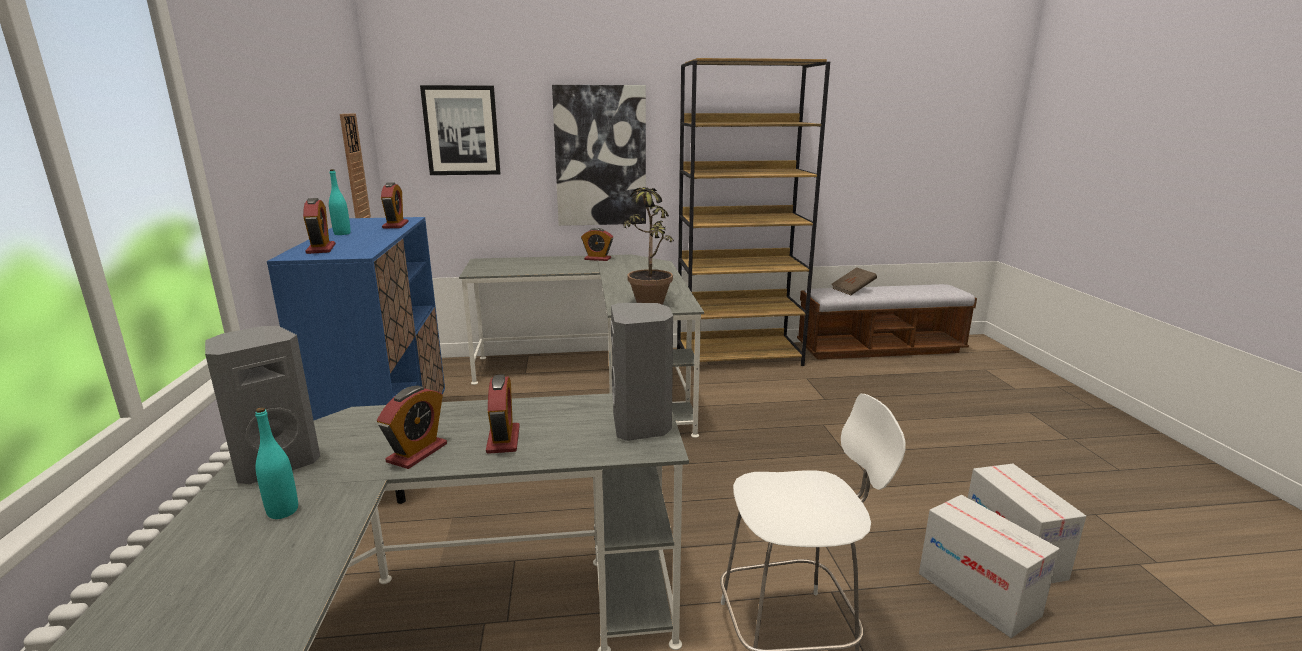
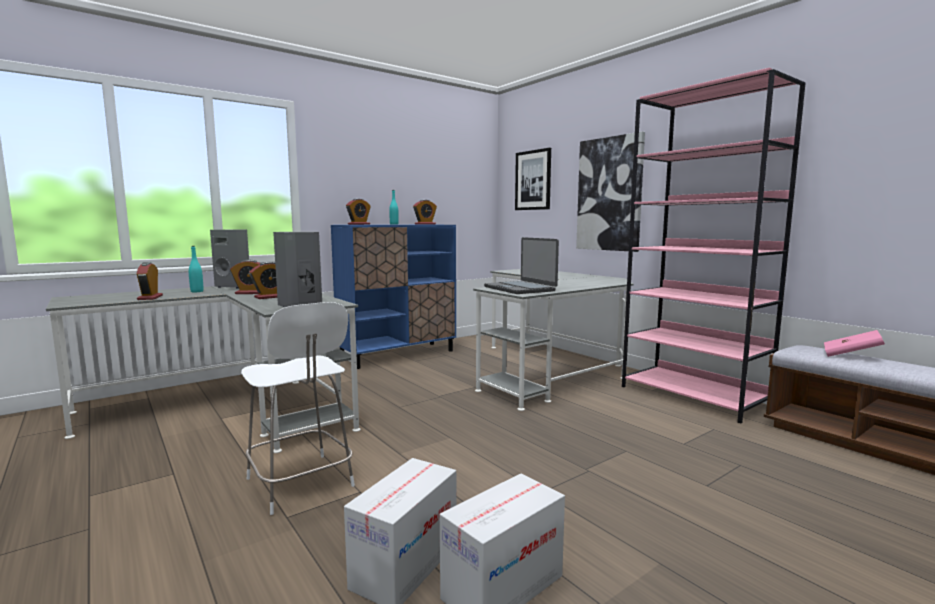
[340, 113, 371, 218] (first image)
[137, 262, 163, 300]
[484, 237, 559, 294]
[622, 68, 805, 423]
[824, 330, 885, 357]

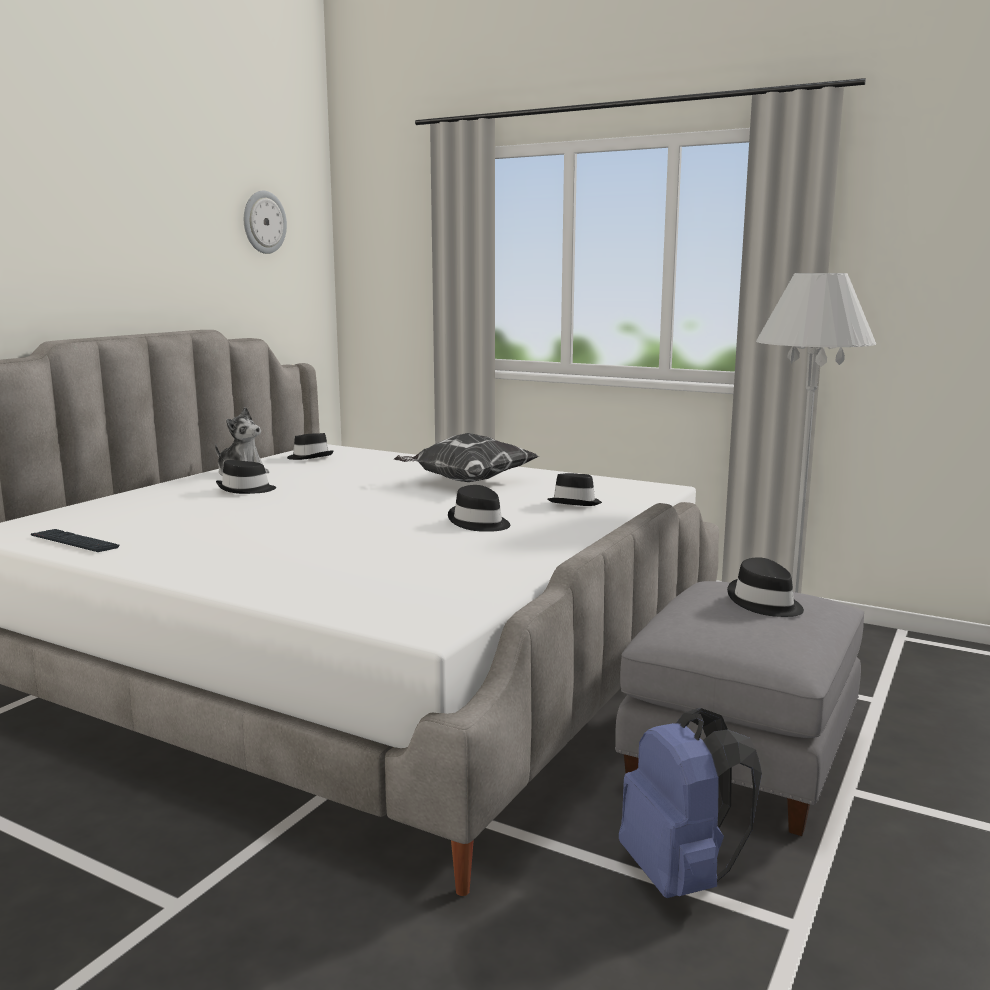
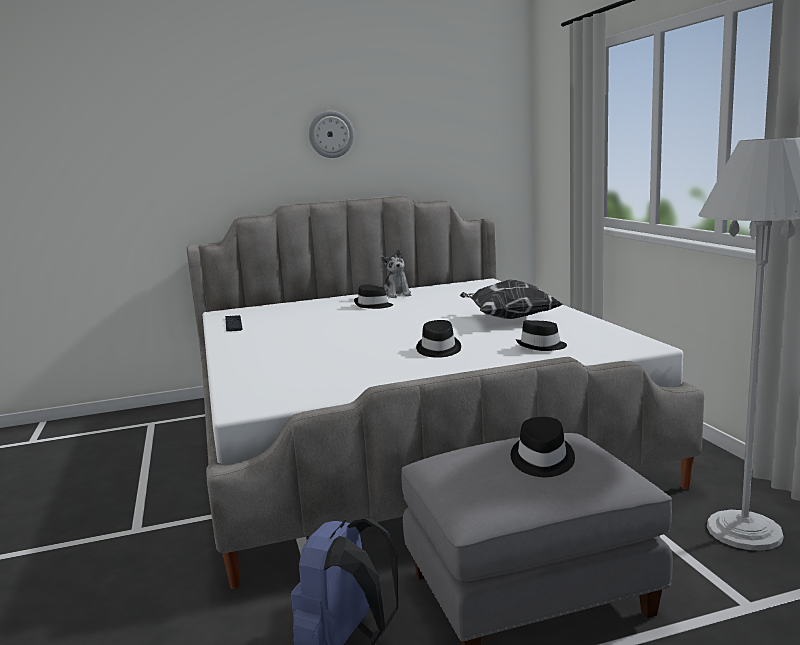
[309, 111, 354, 158]
[287, 433, 333, 460] (first image)

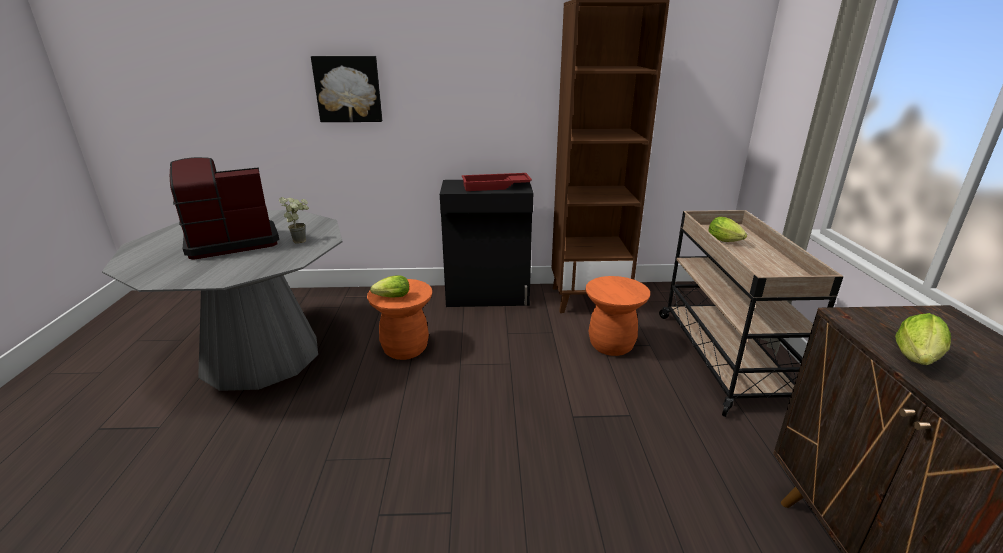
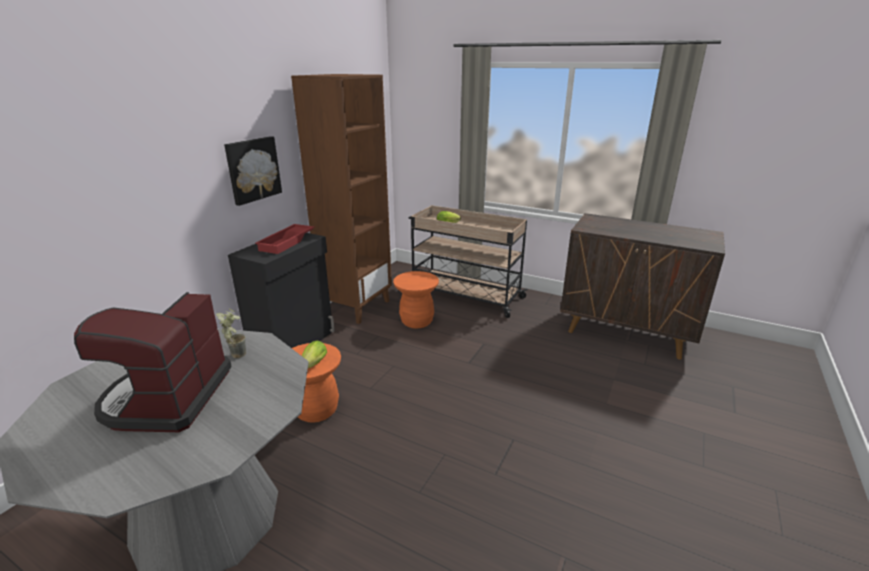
[224, 136, 282, 206]
[895, 313, 951, 365] (first image)

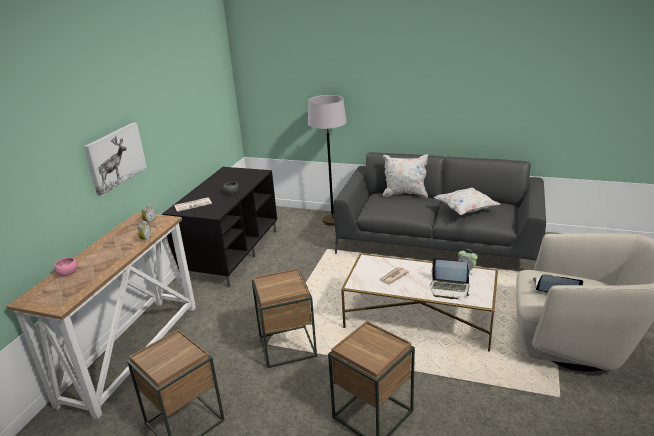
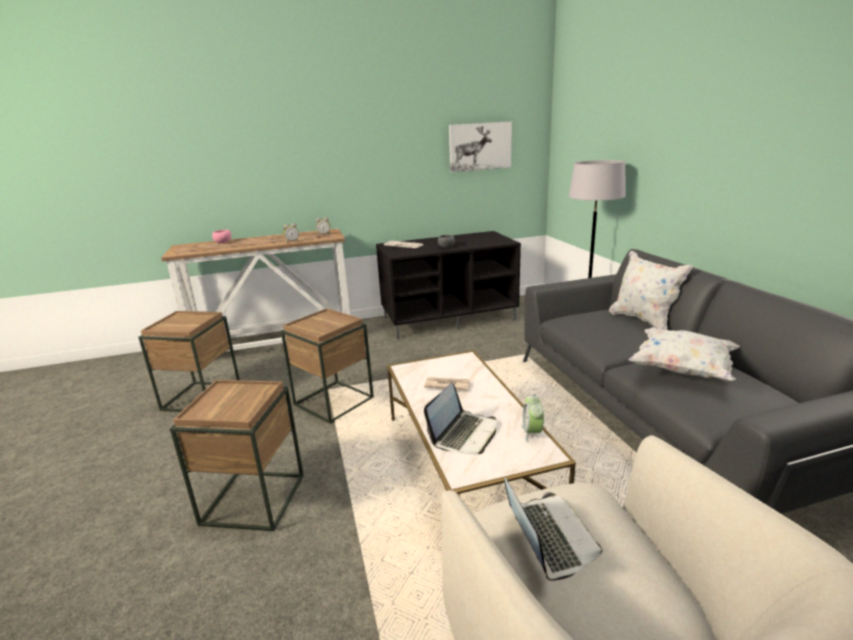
[449, 122, 512, 172]
[424, 383, 496, 454]

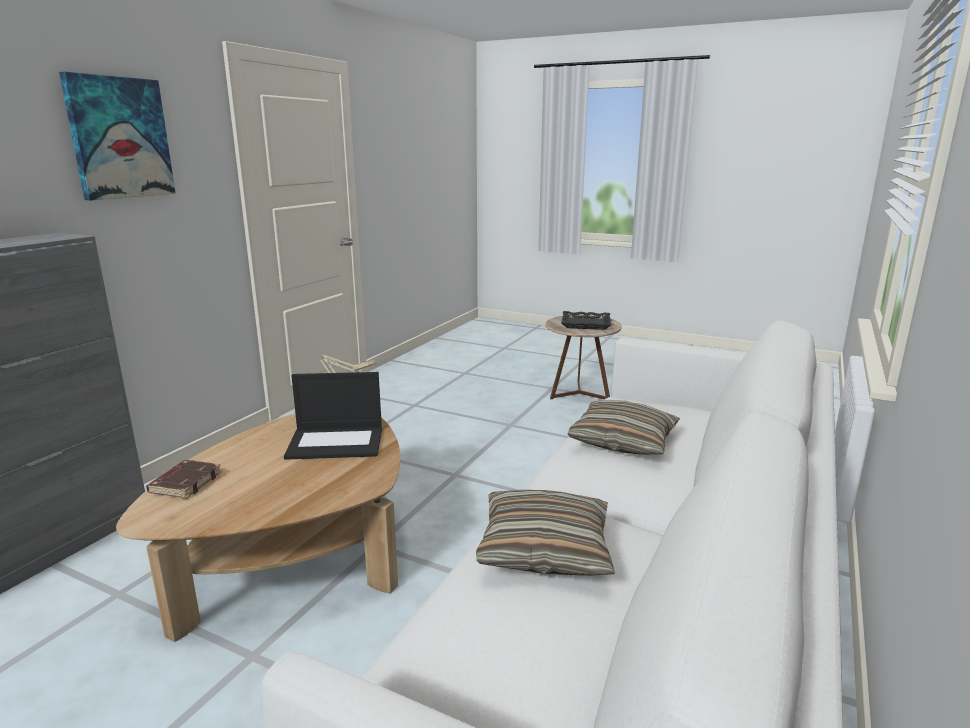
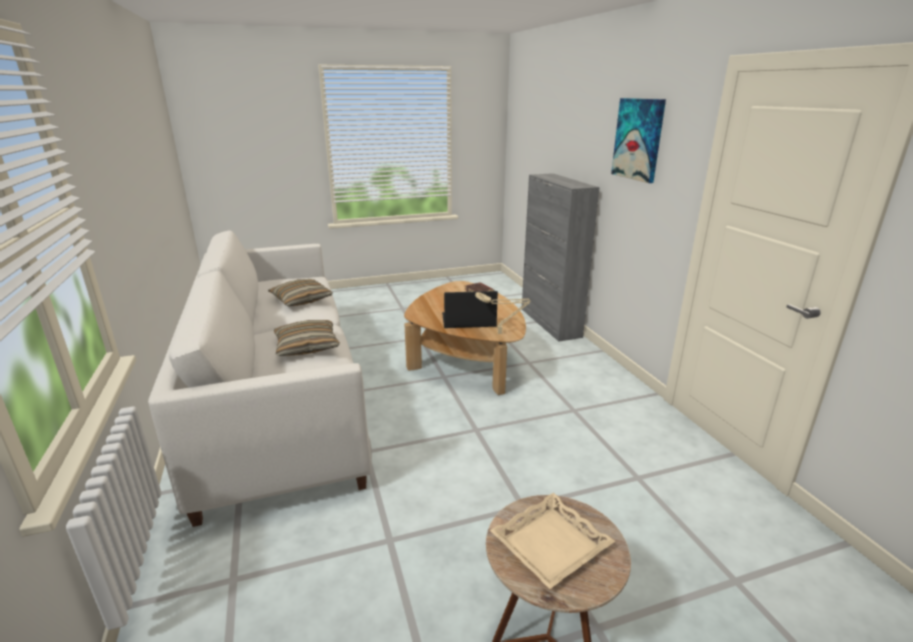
[442, 291, 498, 328]
[490, 493, 615, 589]

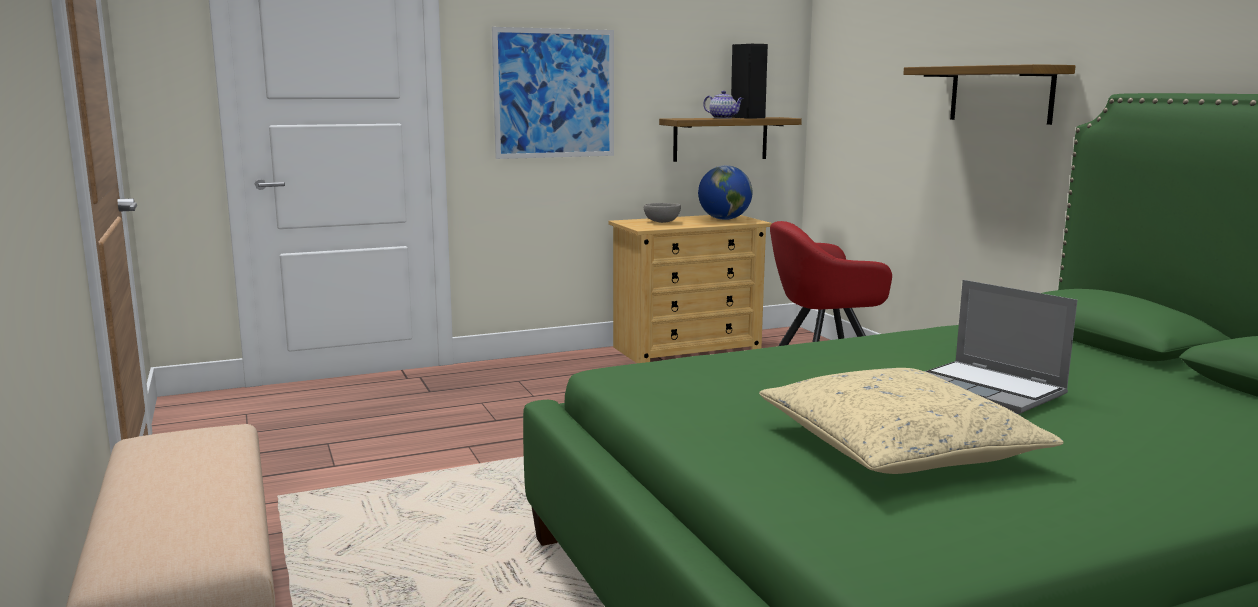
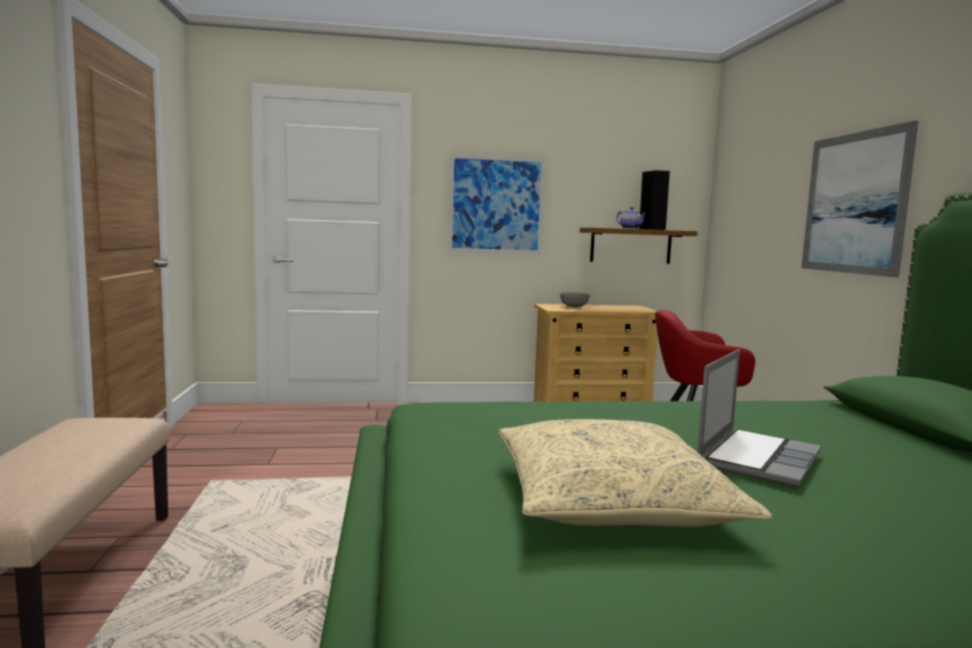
[698, 165, 753, 220] (first image)
[802, 120, 918, 277]
[697, 349, 821, 488]

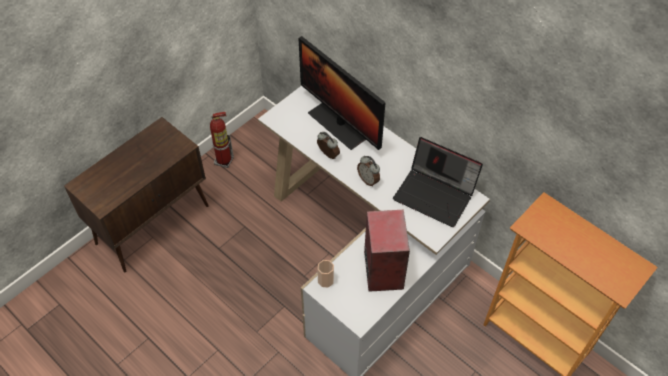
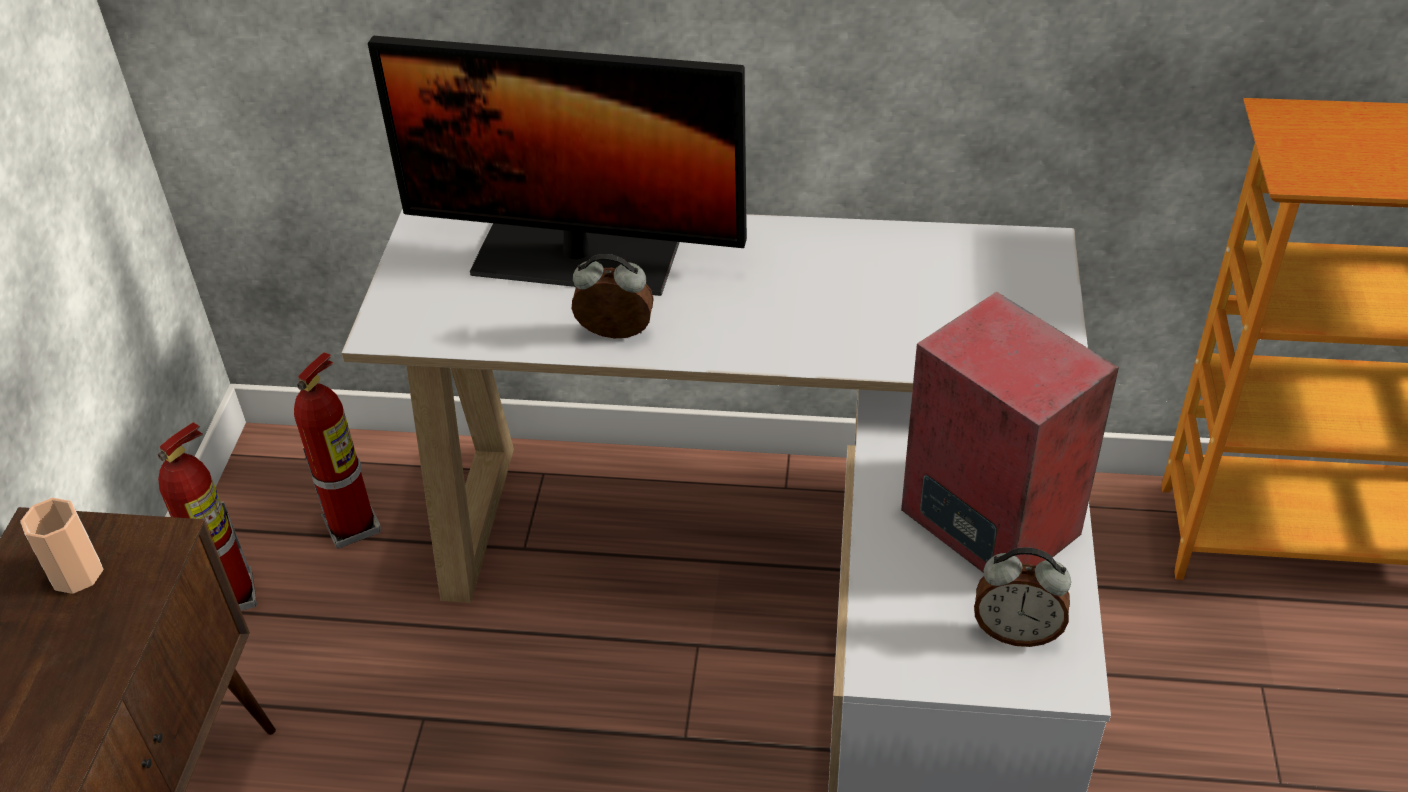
[20, 498, 103, 594]
[974, 547, 1071, 647]
[393, 137, 483, 227] (first image)
[294, 352, 381, 549]

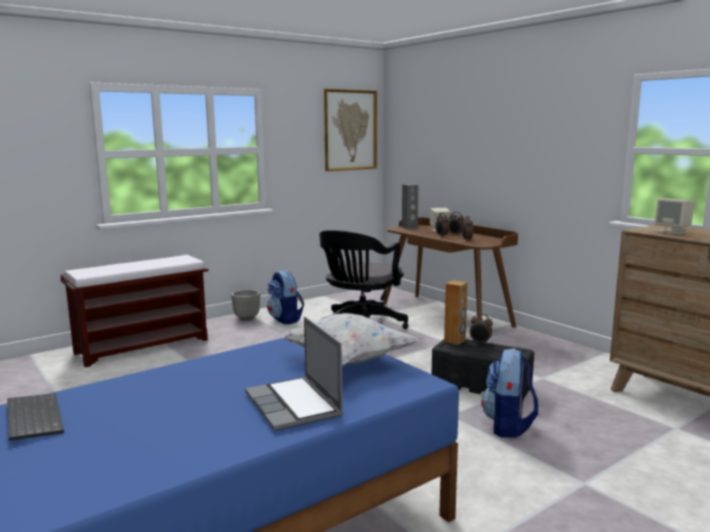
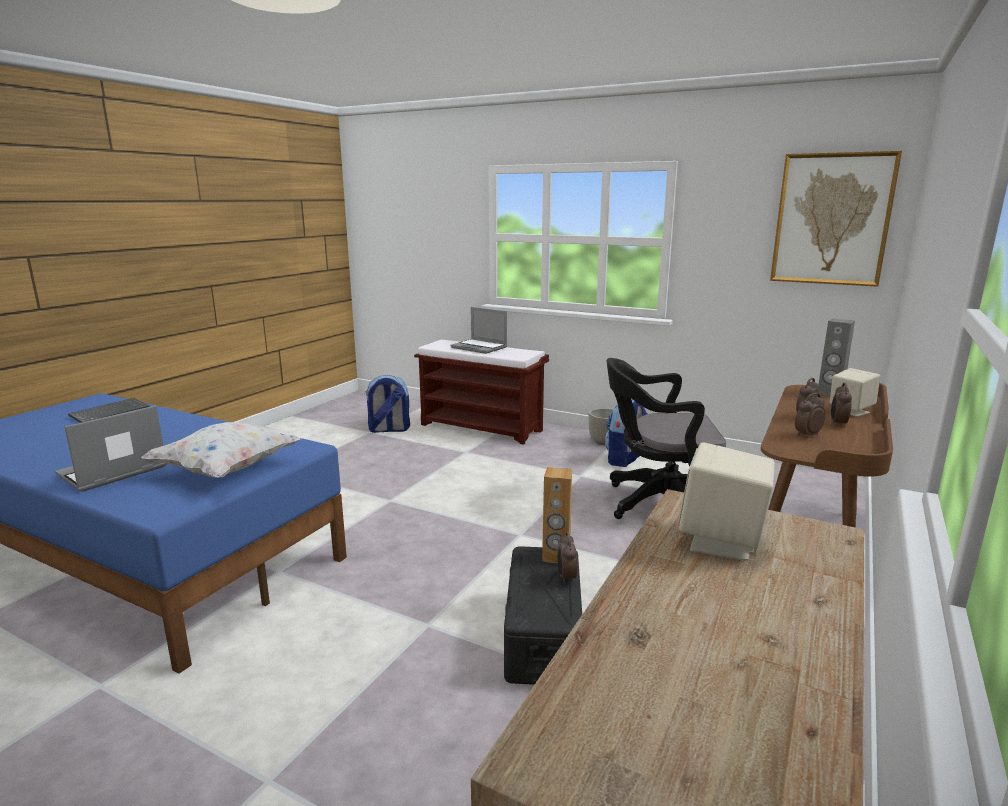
[365, 375, 410, 433]
[451, 307, 507, 354]

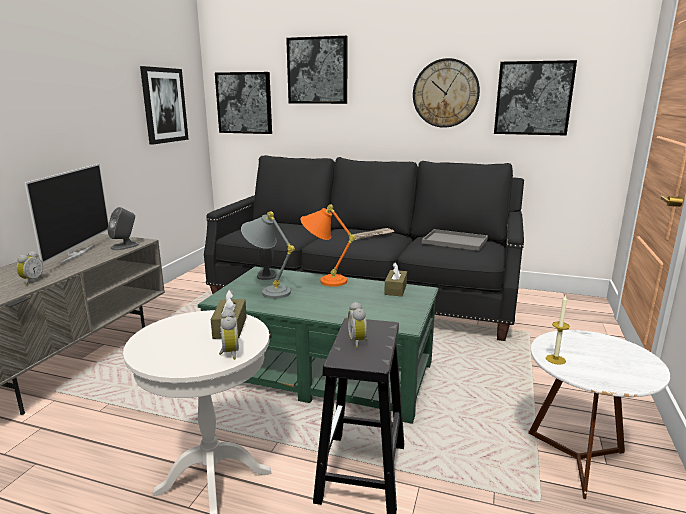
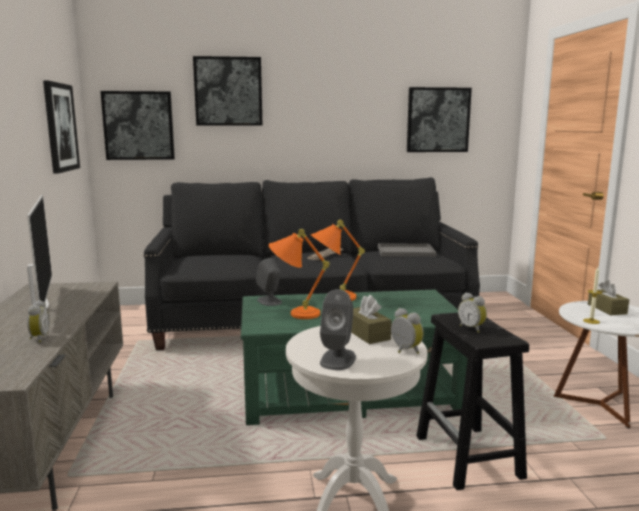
[320, 289, 356, 370]
[269, 229, 330, 319]
[588, 280, 629, 315]
[413, 58, 480, 128] (first image)

